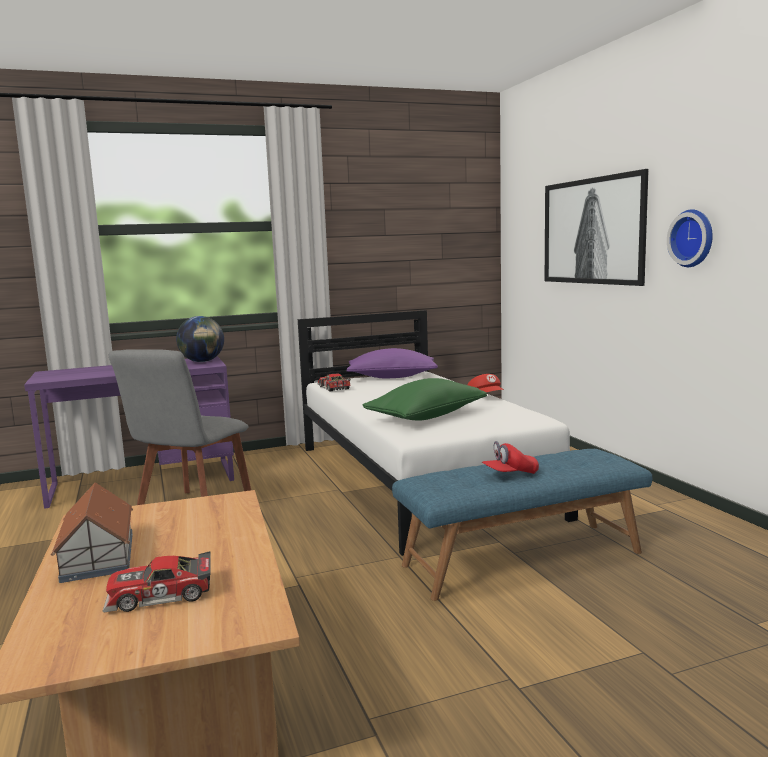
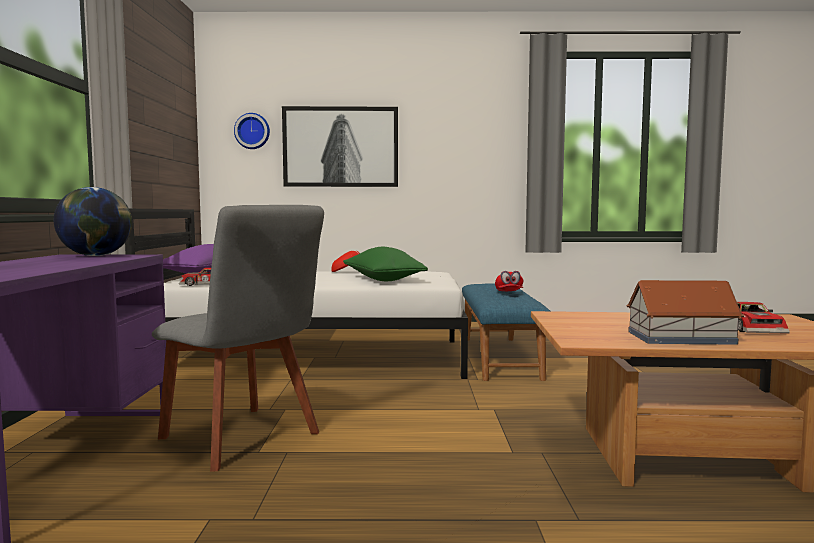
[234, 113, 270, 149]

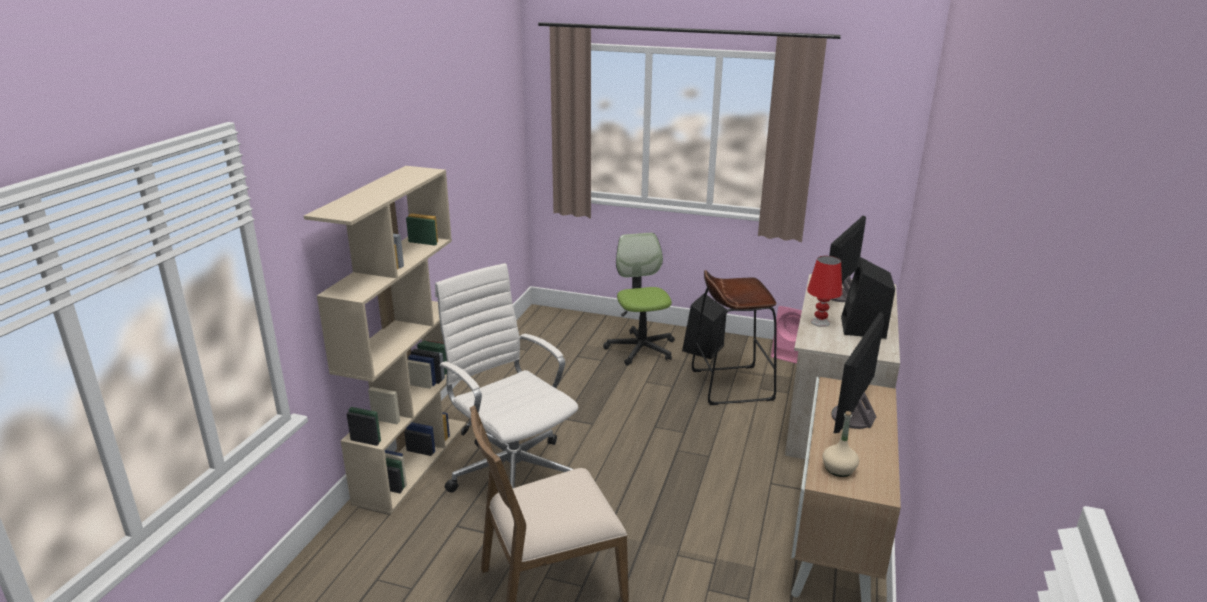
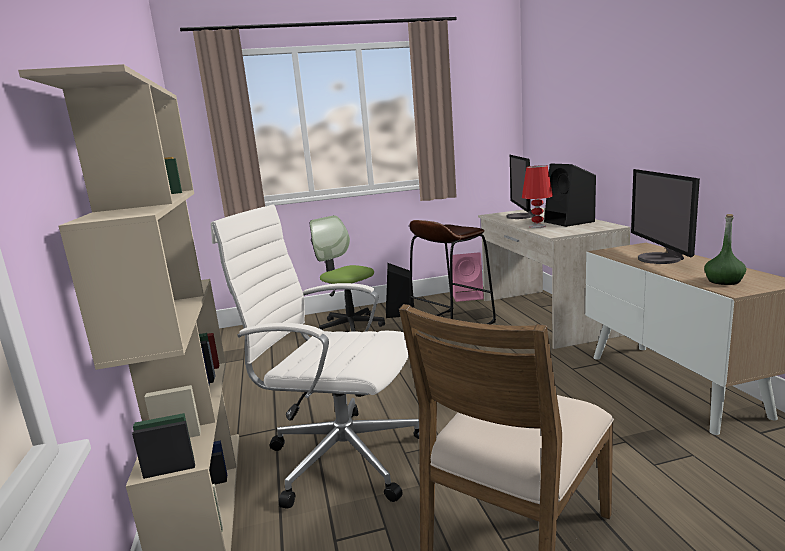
[704, 214, 746, 285]

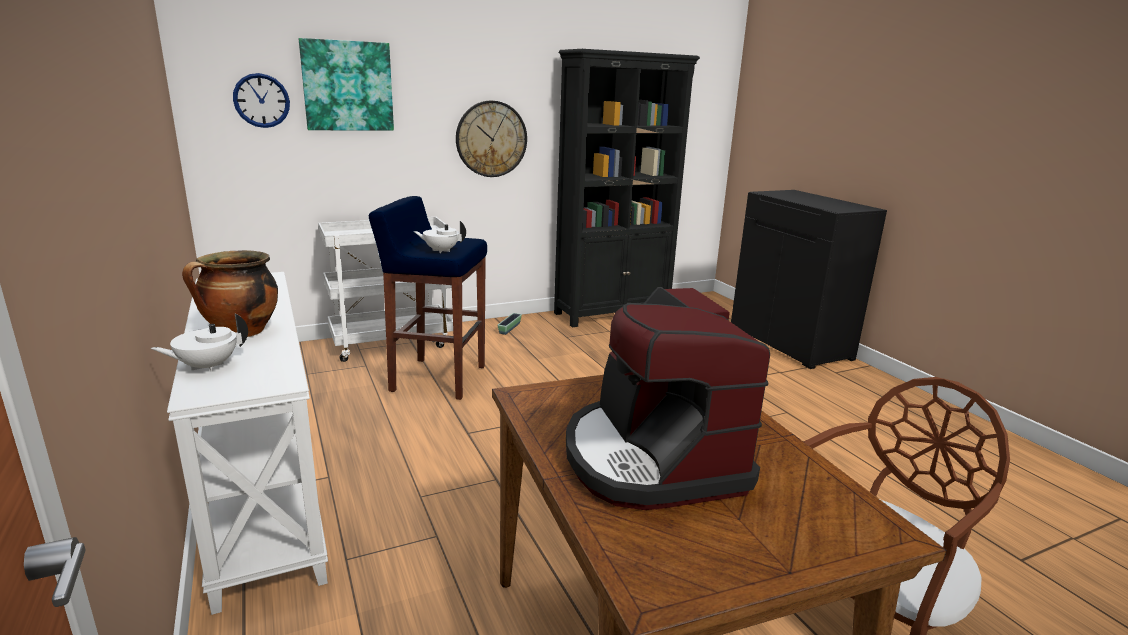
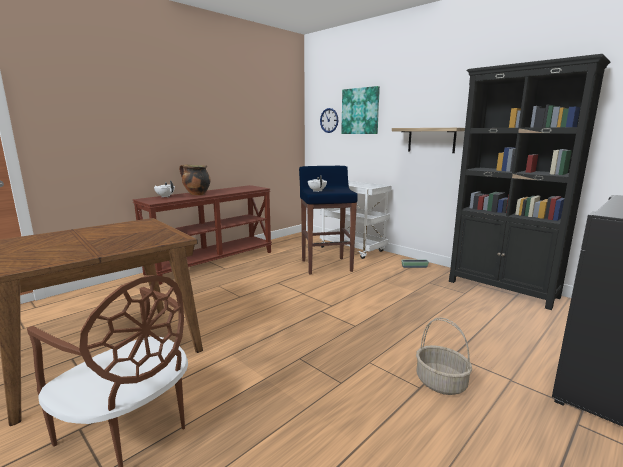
[133, 185, 272, 285]
[392, 128, 465, 153]
[566, 287, 770, 510] (first image)
[416, 317, 472, 395]

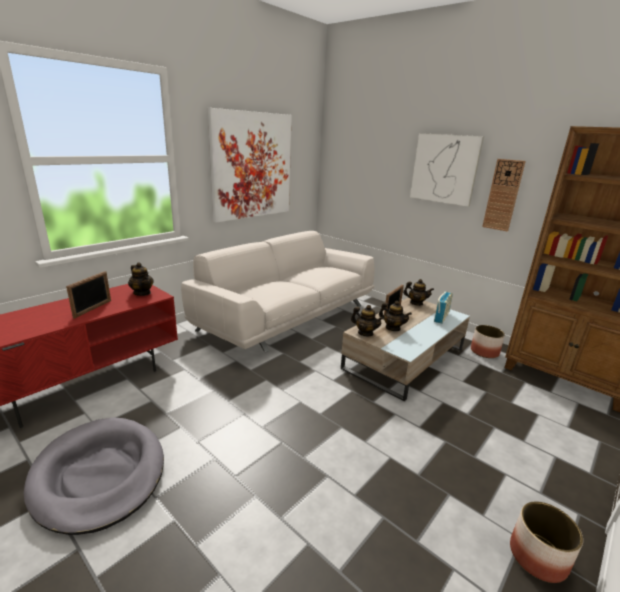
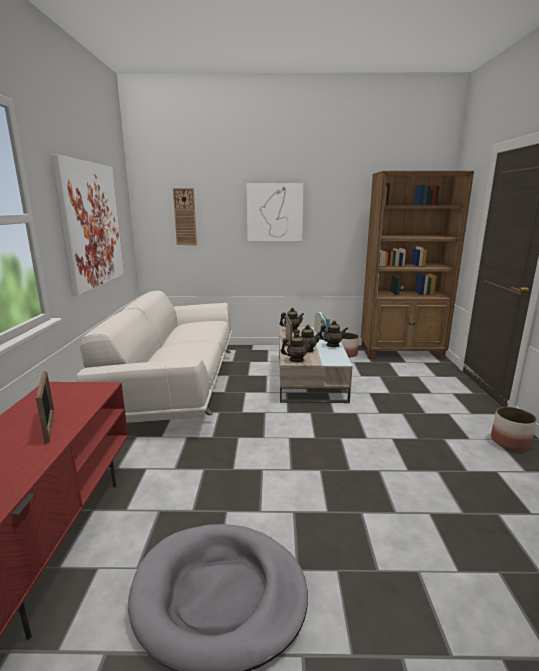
[319, 320, 348, 347]
[173, 188, 197, 245]

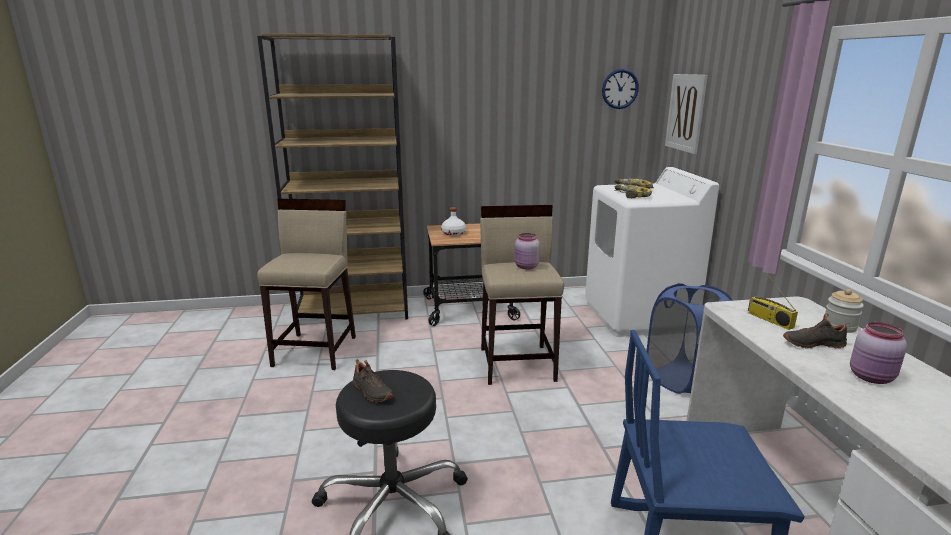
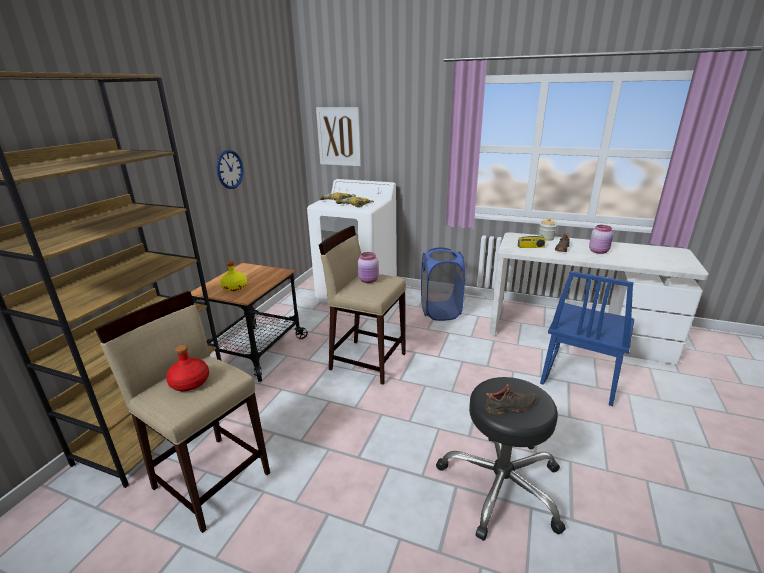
[220, 261, 247, 291]
[217, 150, 243, 189]
[166, 345, 209, 391]

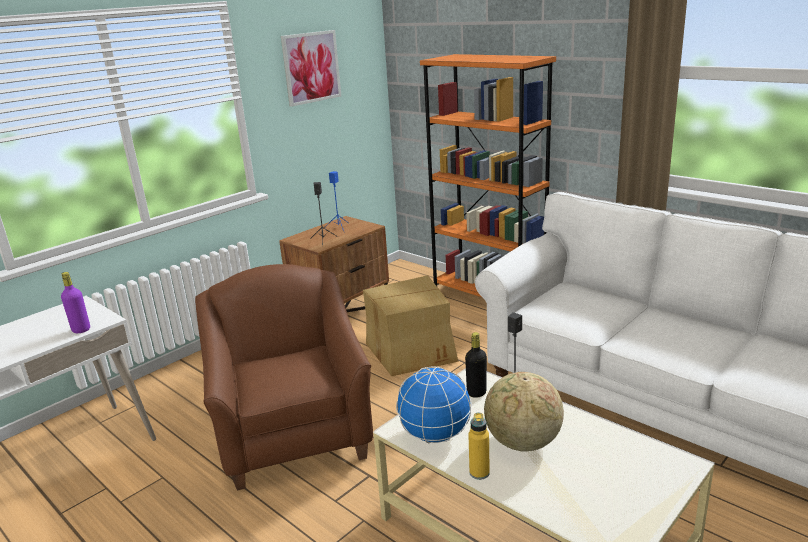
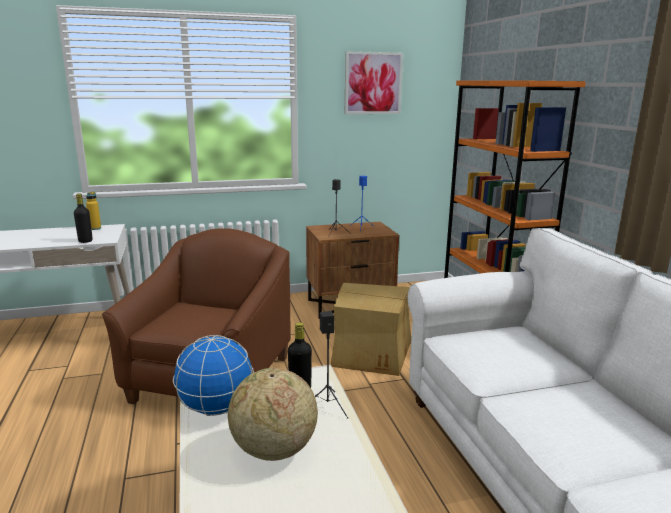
[74, 194, 93, 243]
[86, 191, 101, 230]

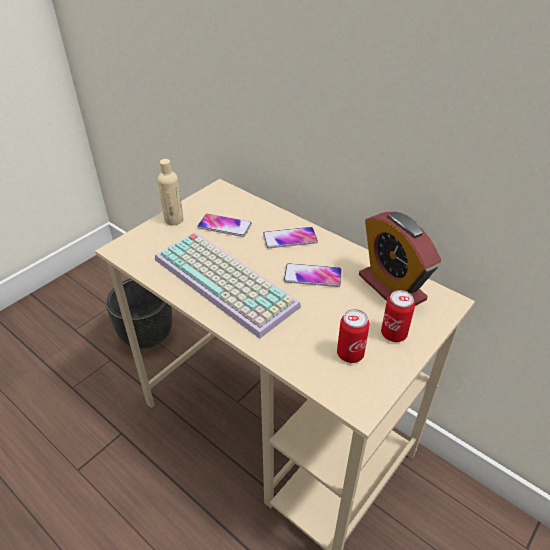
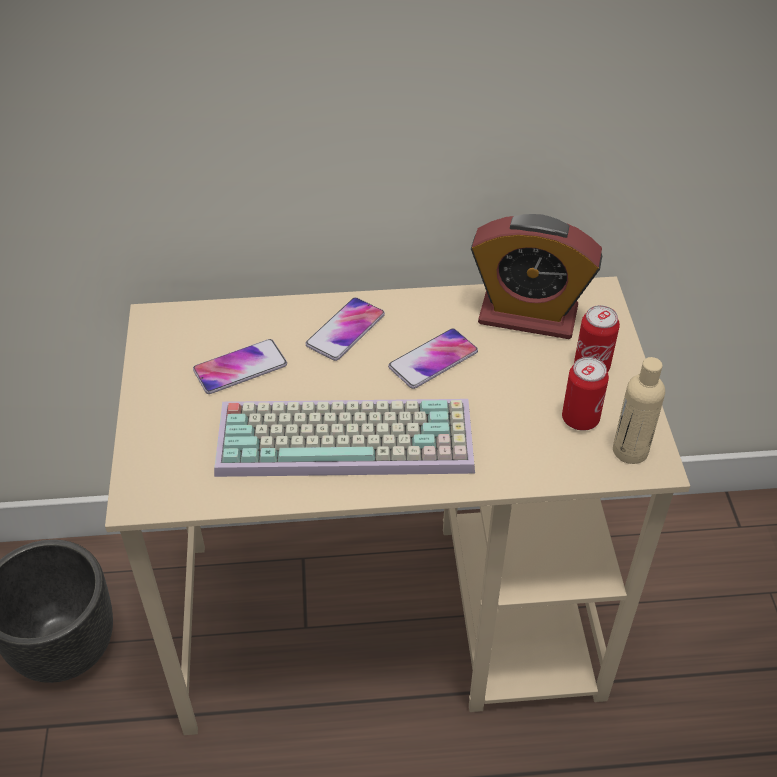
[613, 357, 665, 464]

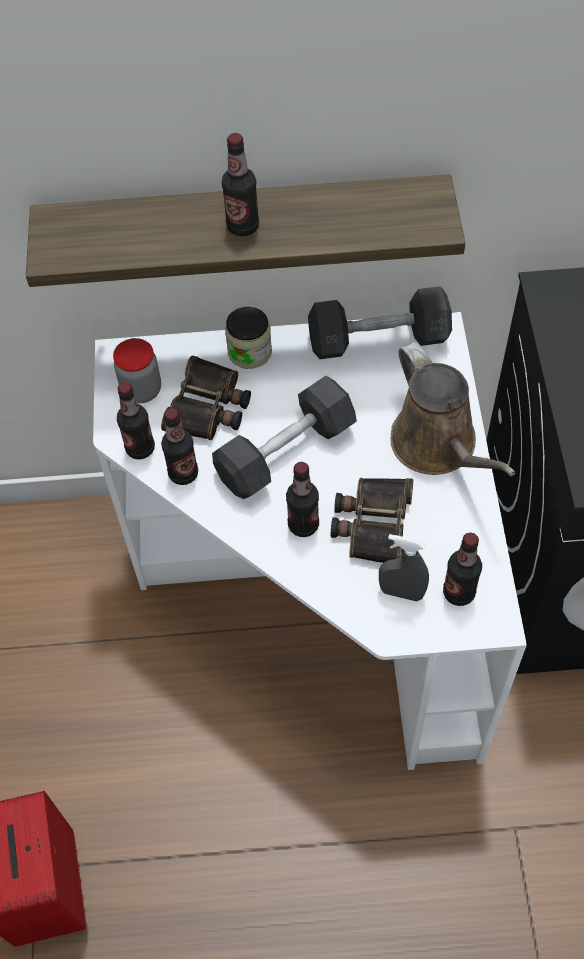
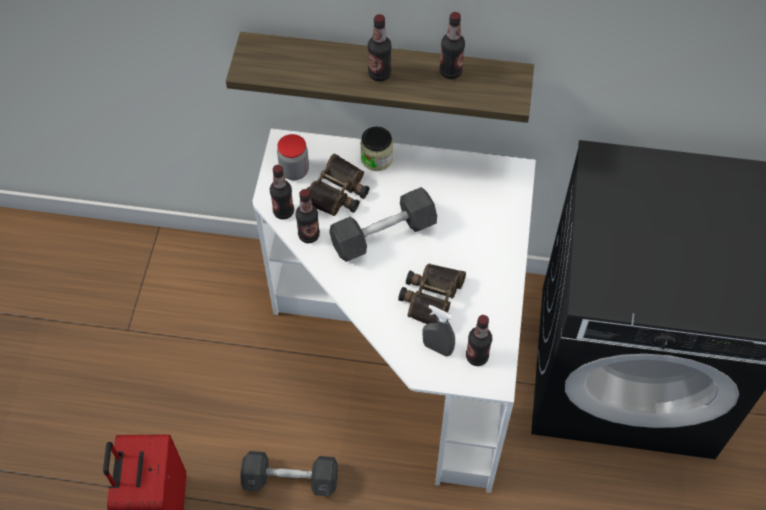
[439, 12, 465, 79]
[240, 451, 338, 496]
[390, 342, 516, 476] (first image)

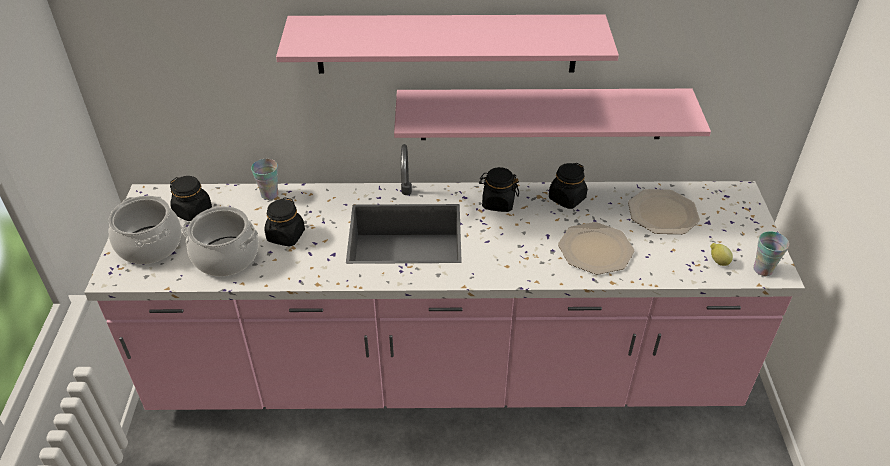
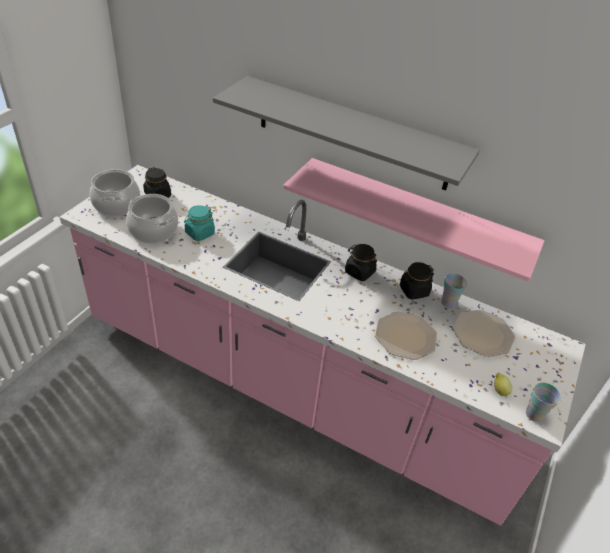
[441, 274, 467, 308]
[184, 205, 215, 241]
[213, 76, 480, 190]

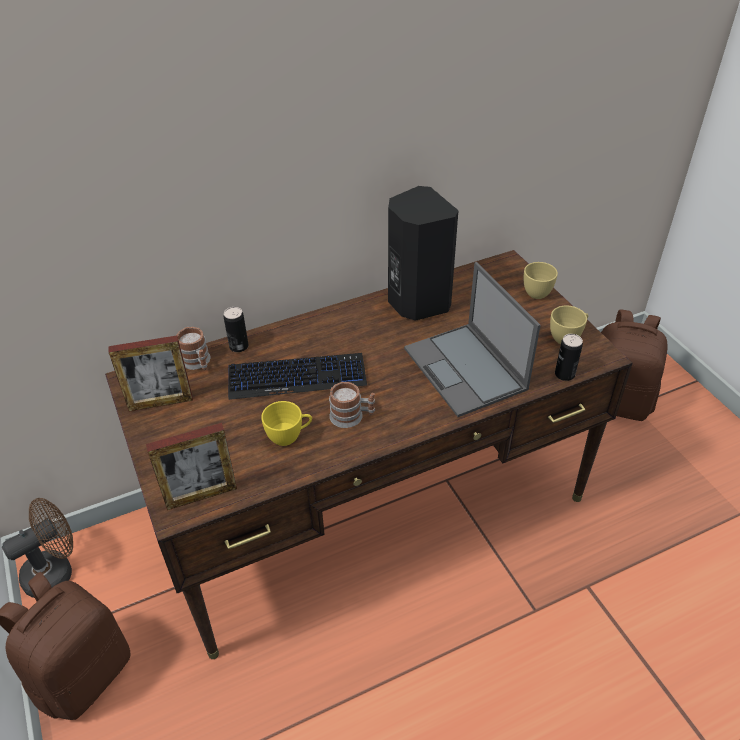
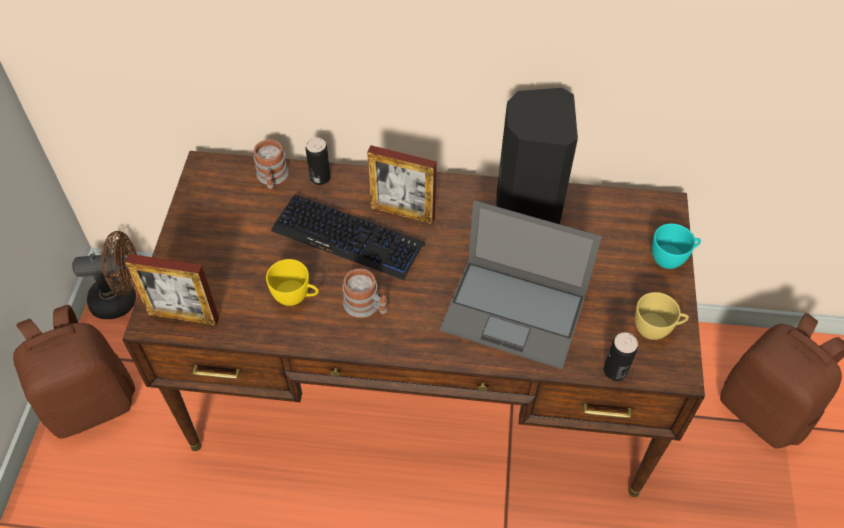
[367, 145, 437, 224]
[440, 200, 602, 369]
[652, 223, 701, 269]

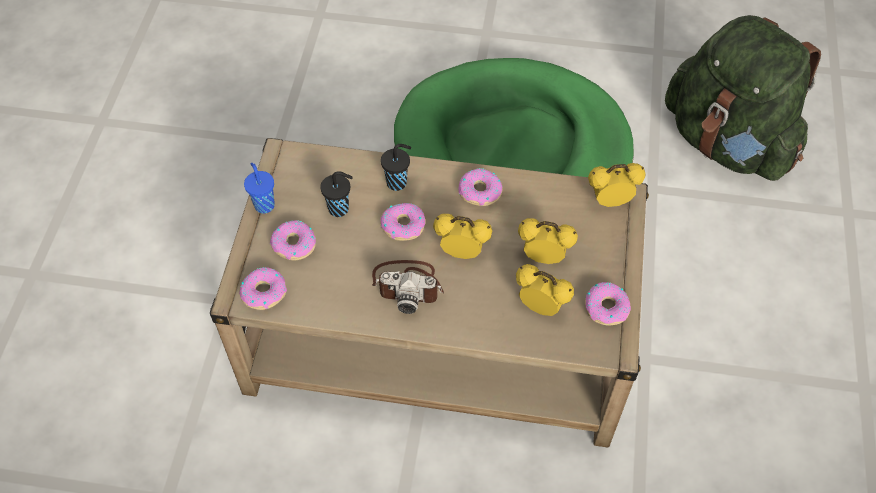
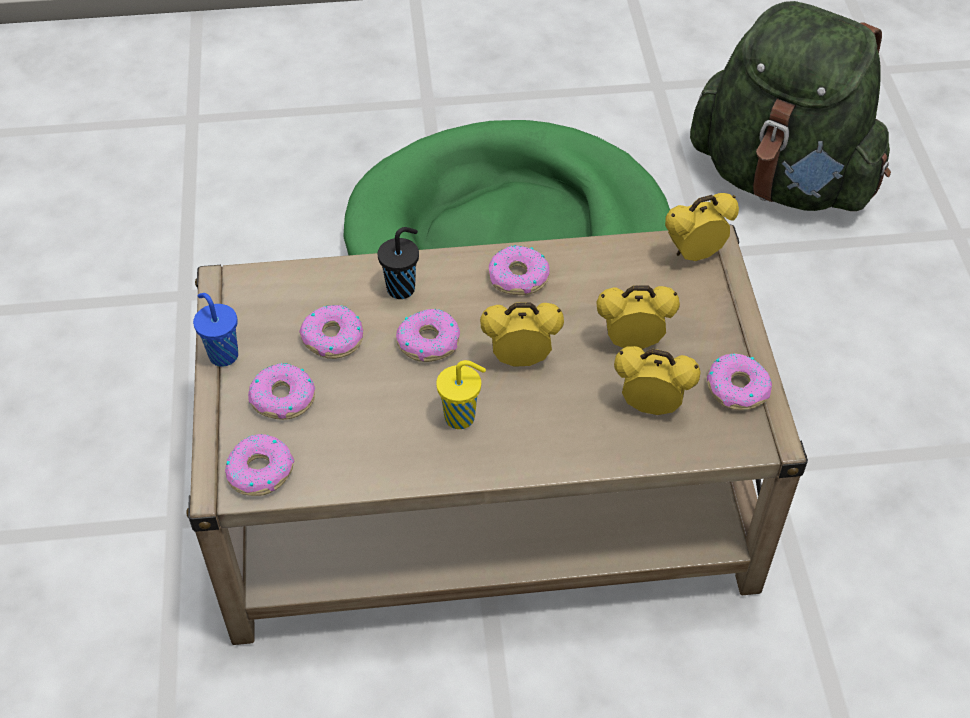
[299, 305, 363, 359]
[436, 360, 486, 429]

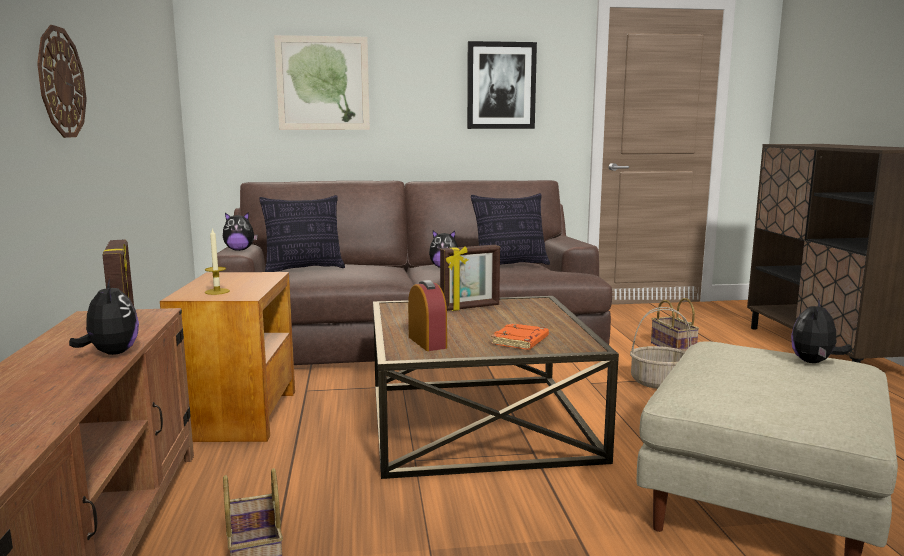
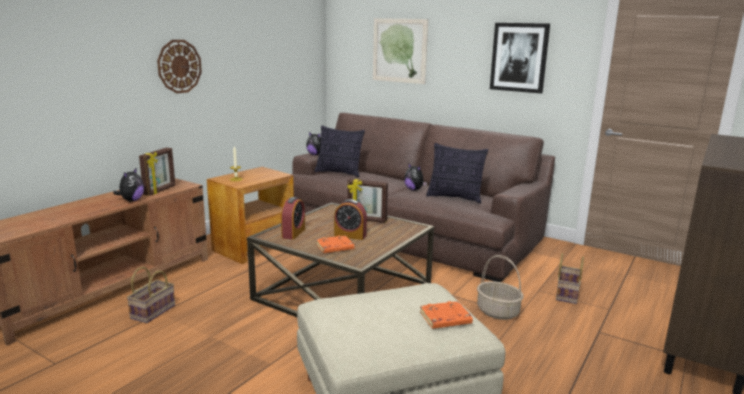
[420, 301, 473, 329]
[334, 199, 367, 240]

